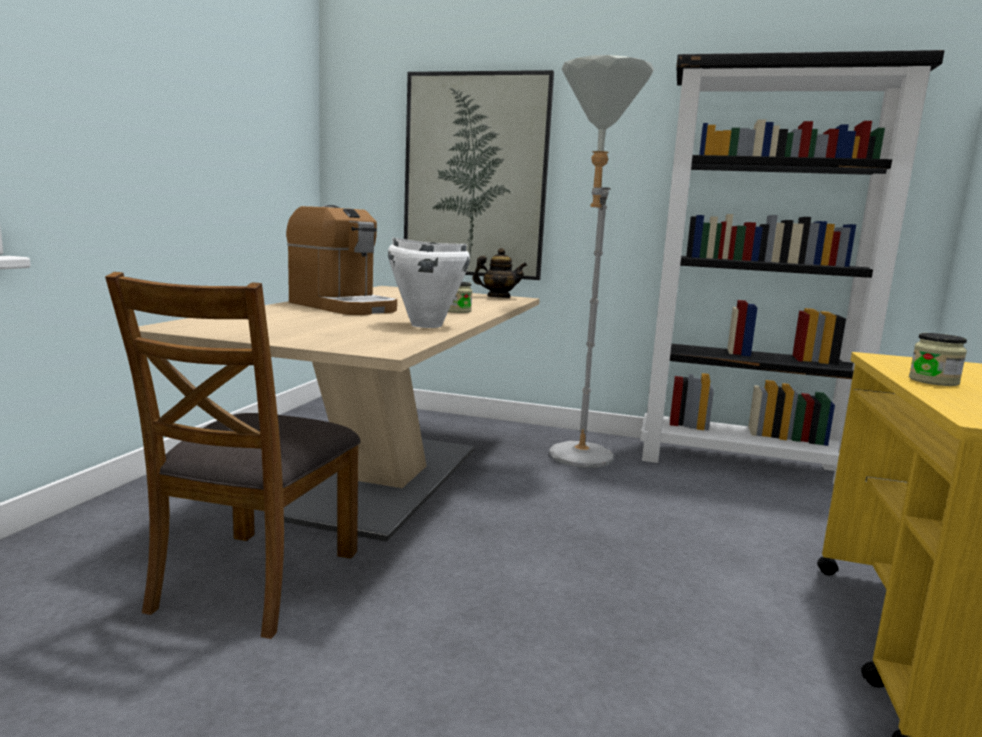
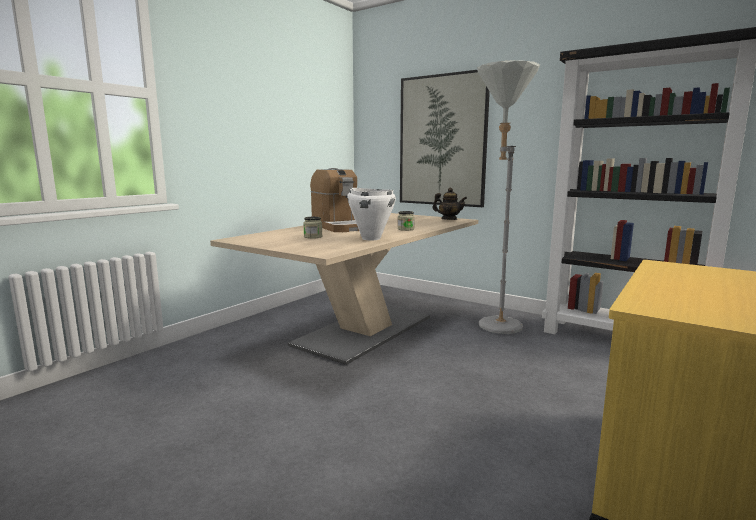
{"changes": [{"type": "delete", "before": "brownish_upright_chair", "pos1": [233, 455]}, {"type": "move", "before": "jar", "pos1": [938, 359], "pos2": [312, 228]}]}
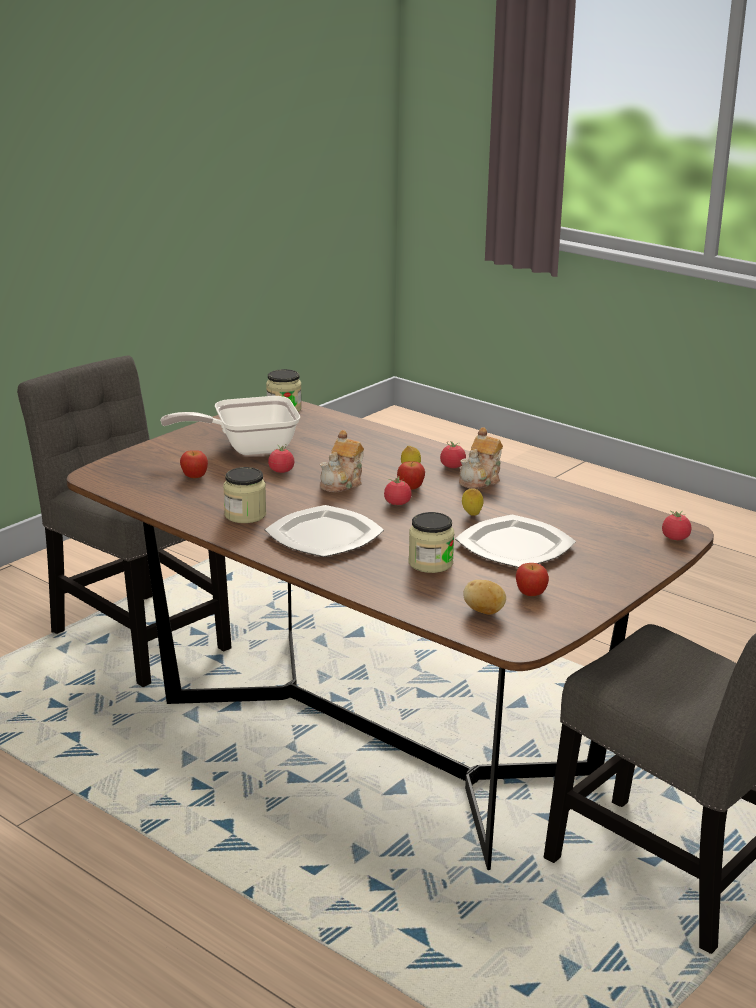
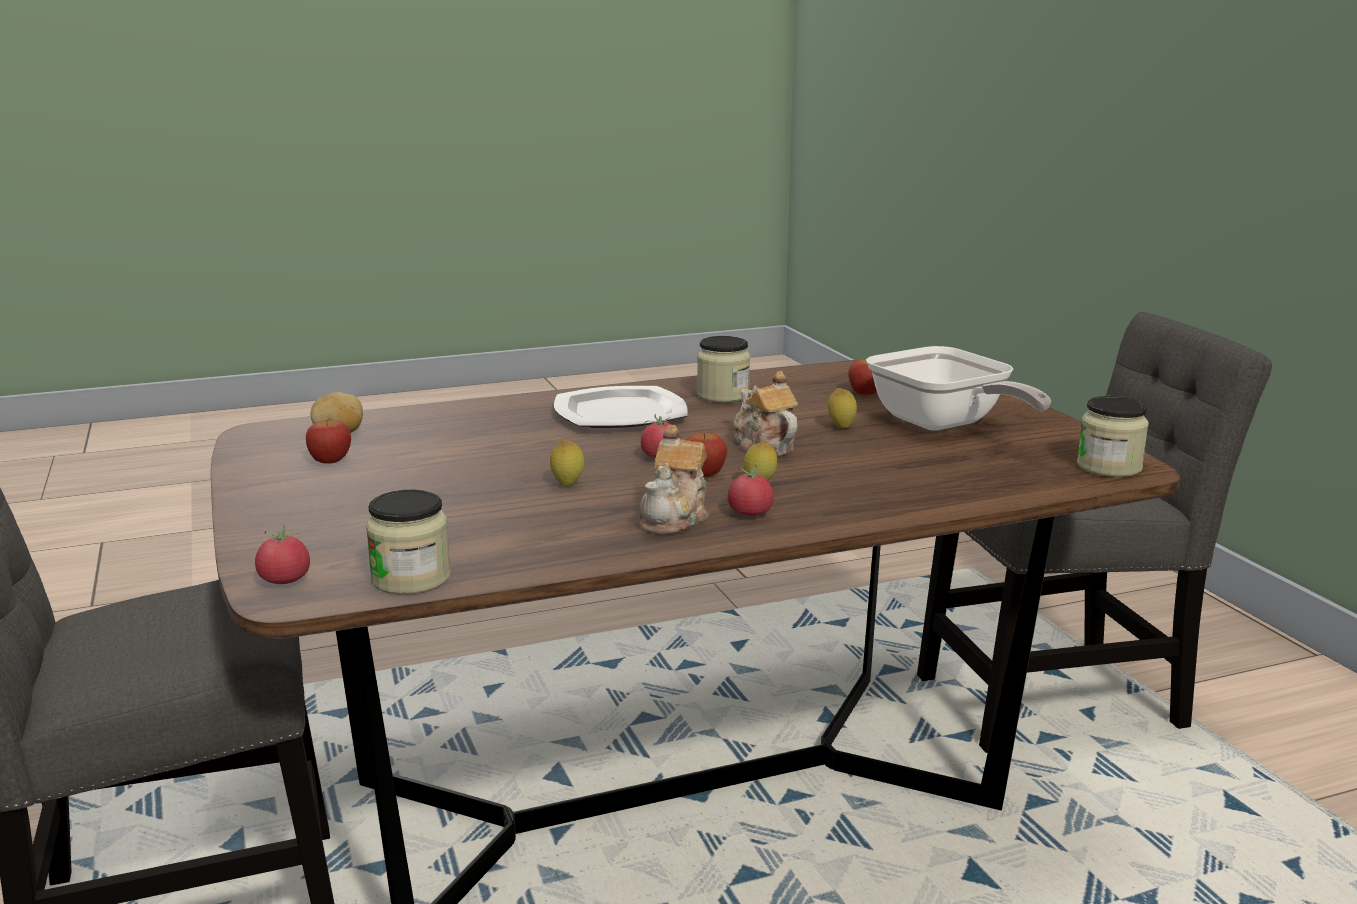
{"changes": [{"type": "delete", "before": "dinner_plate", "pos1": [515, 541]}, {"type": "move", "before": "jar", "pos1": [431, 542], "pos2": [408, 542]}, {"type": "replace", "before": "fresh_tomato", "after": "citrus_fruit", "pos1": [281, 459], "pos2": [842, 408]}, {"type": "rotate", "before": "pan", "pos1": [230, 425], "pos2": [958, 388], "turn": 135}, {"type": "rotate", "before": "teapot", "pos1": [481, 458], "pos2": [674, 480], "turn": -135}]}
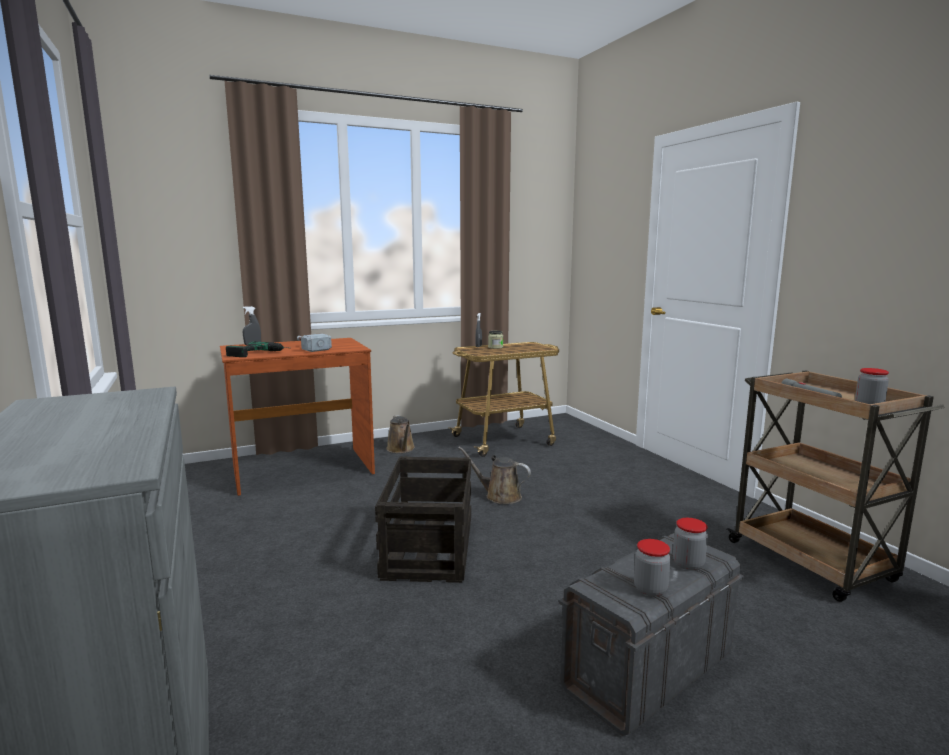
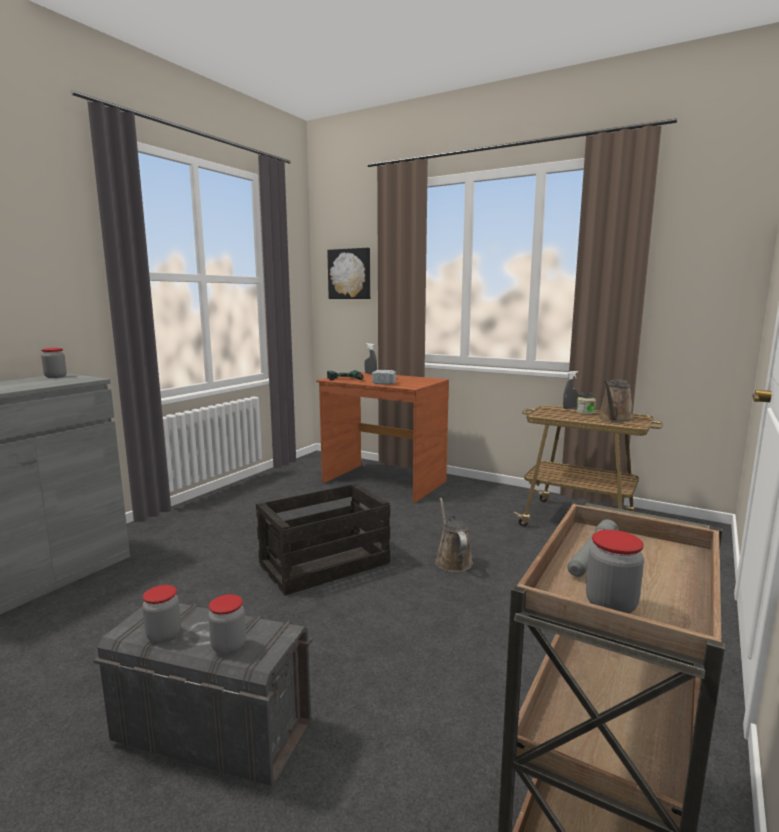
{"changes": [{"type": "insert", "after": "jar", "pos2": [54, 363]}, {"type": "insert", "after": "picture", "pos2": [348, 273]}, {"type": "move", "before": "brownish_sprinkling_can", "pos1": [400, 434], "pos2": [616, 401]}]}
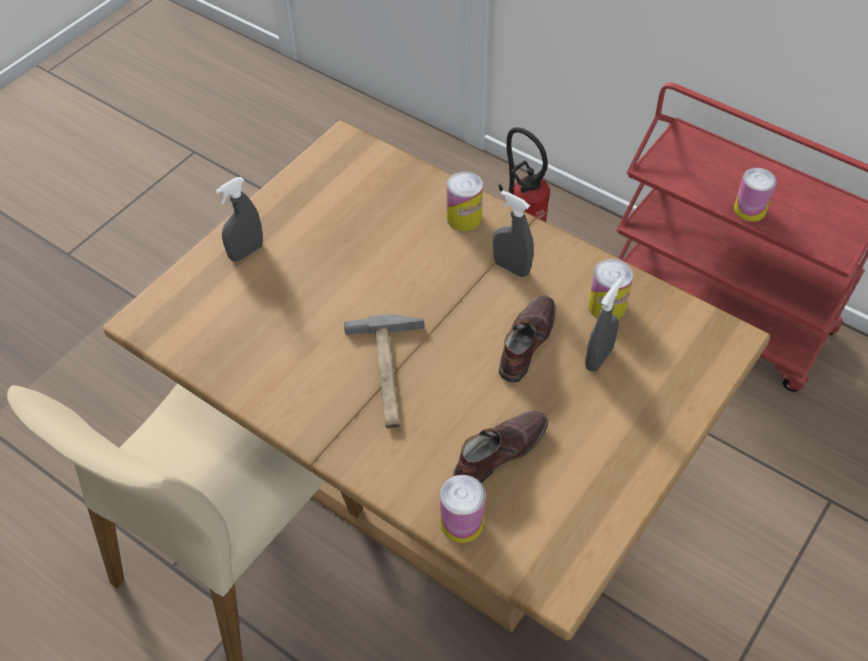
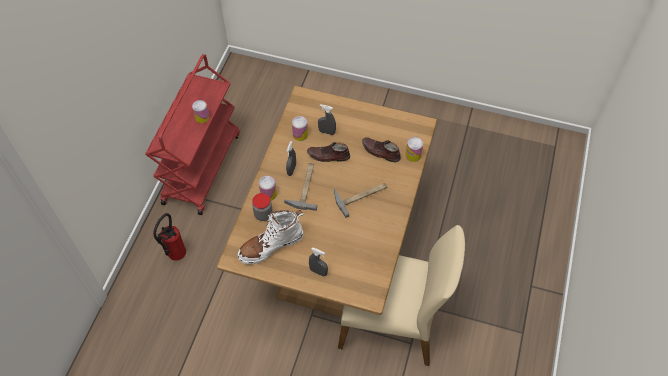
{"changes": [{"type": "insert", "after": "whitish_tall_boot", "pos2": [271, 237]}, {"type": "insert", "after": "jar", "pos2": [262, 207]}, {"type": "insert", "after": "hammer", "pos2": [300, 187]}]}
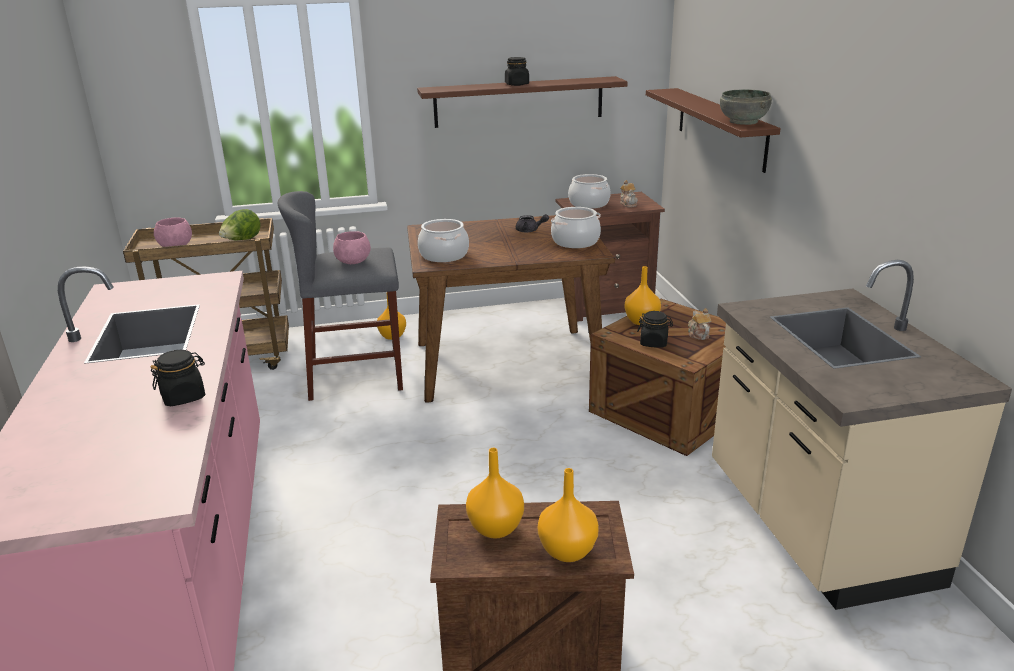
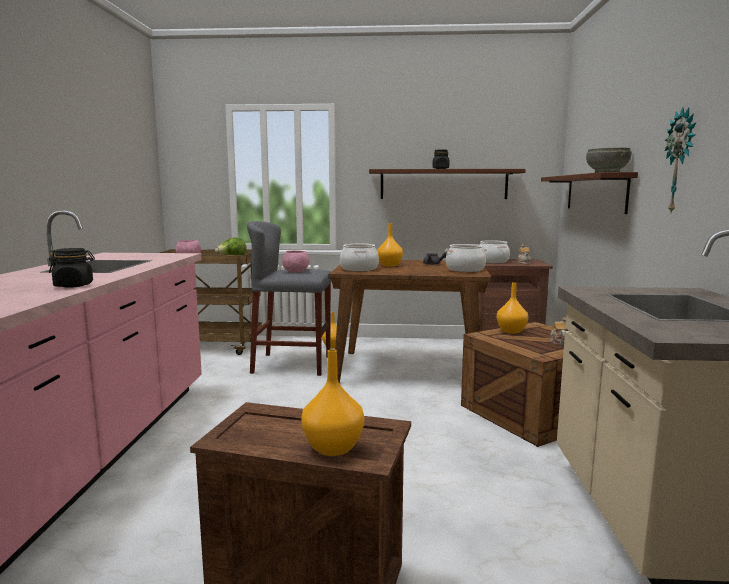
{"changes": [{"type": "delete", "before": "blackish_jar", "pos1": [655, 329]}, {"type": "insert", "after": "wall_clock", "pos2": [680, 159]}, {"type": "move", "before": "orange_flower_vase", "pos1": [495, 493], "pos2": [390, 245]}]}
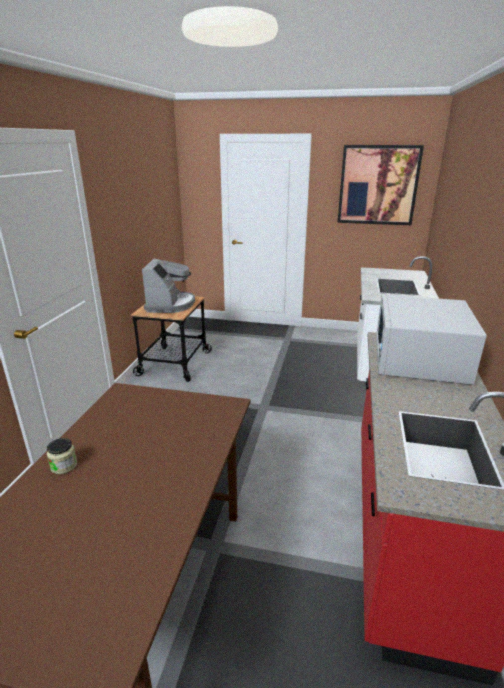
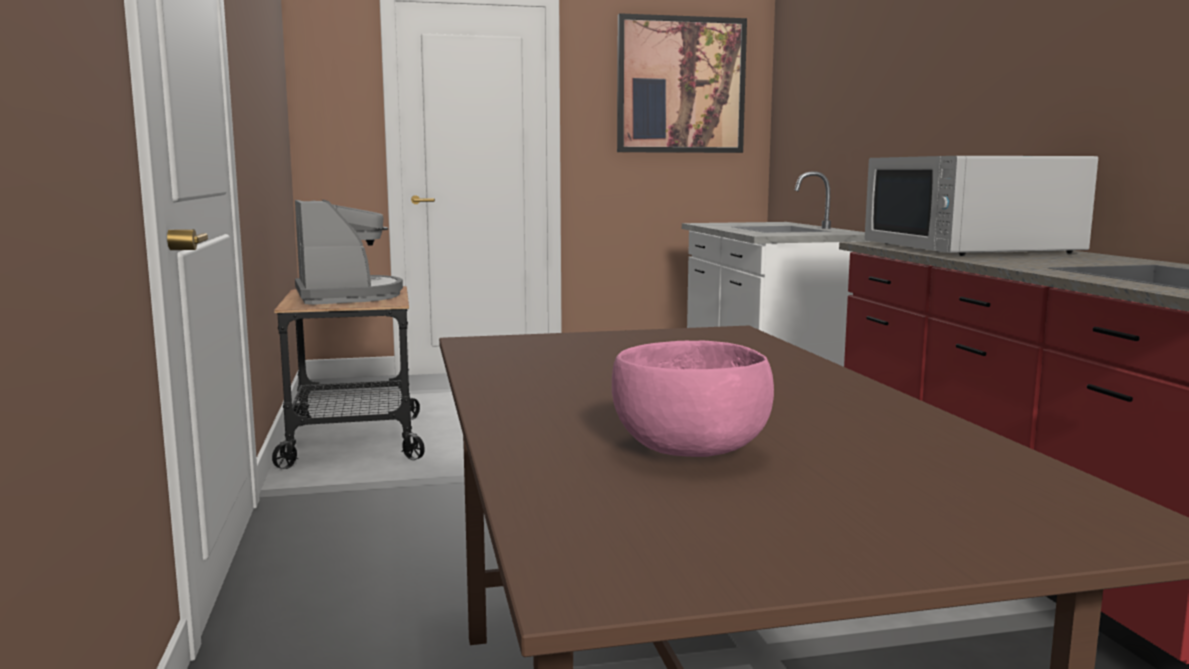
{"changes": [{"type": "delete", "before": "jar", "pos1": [62, 456]}, {"type": "insert", "after": "pink_bowl", "pos2": [693, 398]}]}
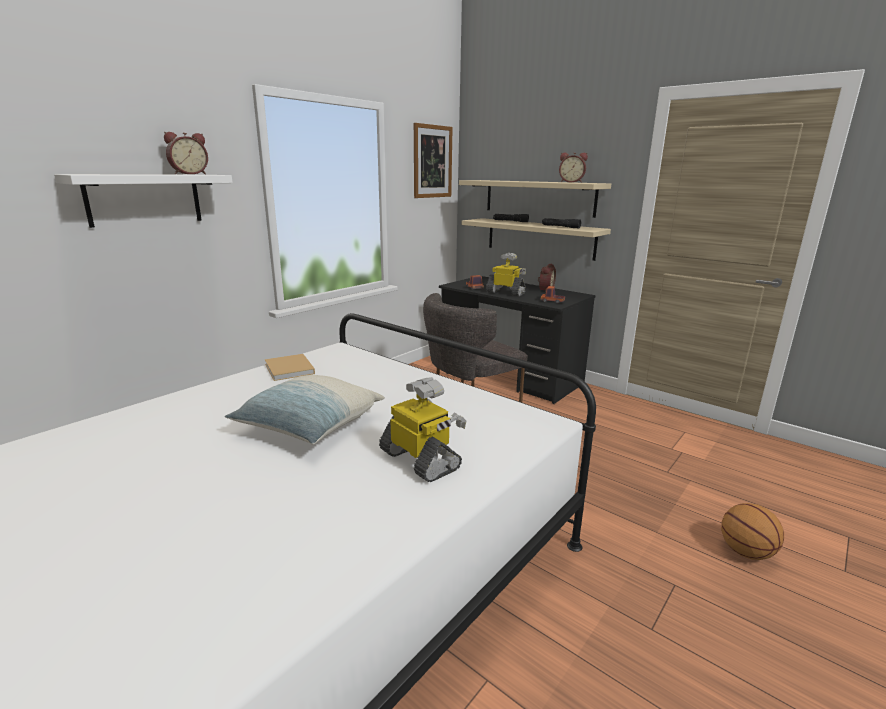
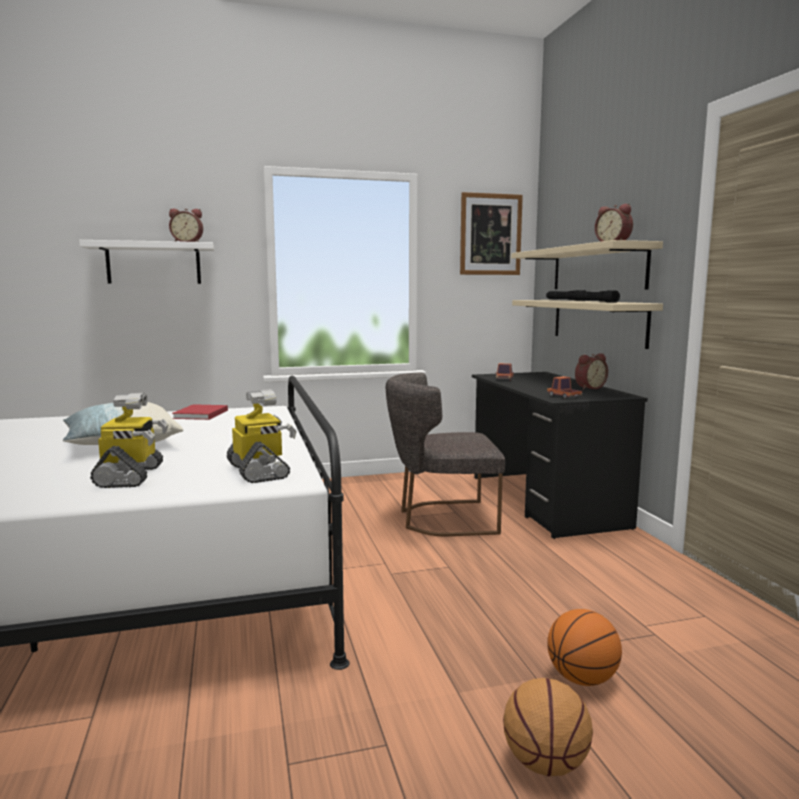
{"changes": [{"type": "insert", "after": "basketball_ball", "pos2": [584, 647]}, {"type": "move", "before": "model_robot", "pos1": [506, 274], "pos2": [261, 436]}, {"type": "recolor", "before": "beige-coloured_bound_book", "after": "red_bound_book", "pos1": [290, 367], "pos2": [200, 412]}]}
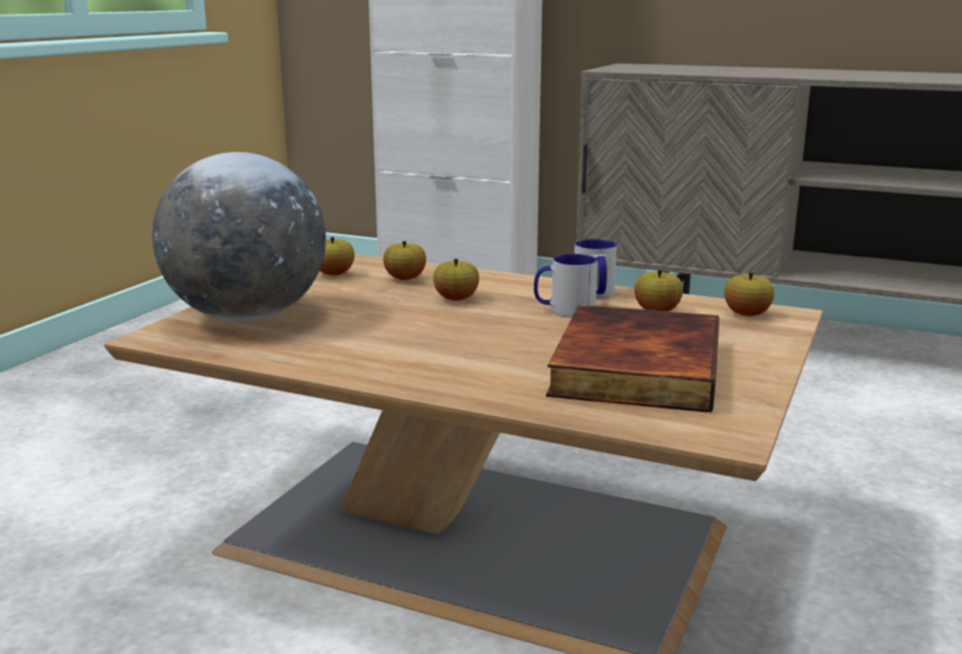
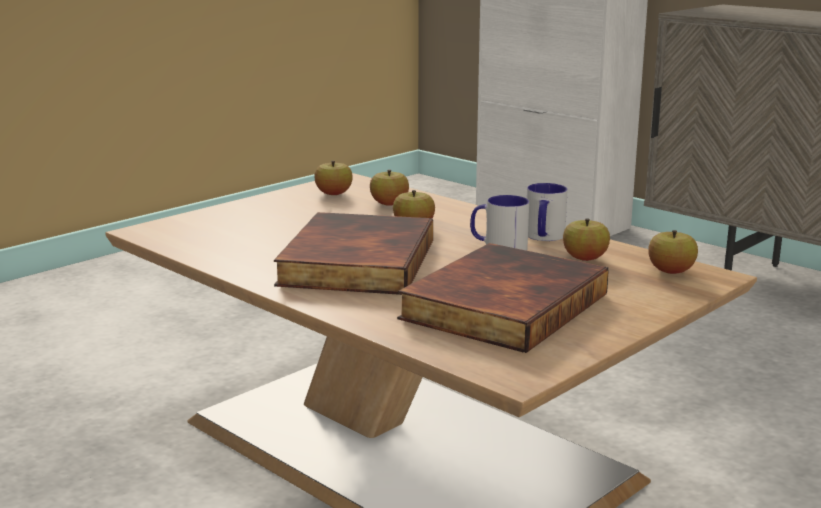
{"changes": [{"type": "delete", "before": "globe", "pos1": [239, 237]}, {"type": "insert", "after": "bound_book", "pos2": [353, 253]}]}
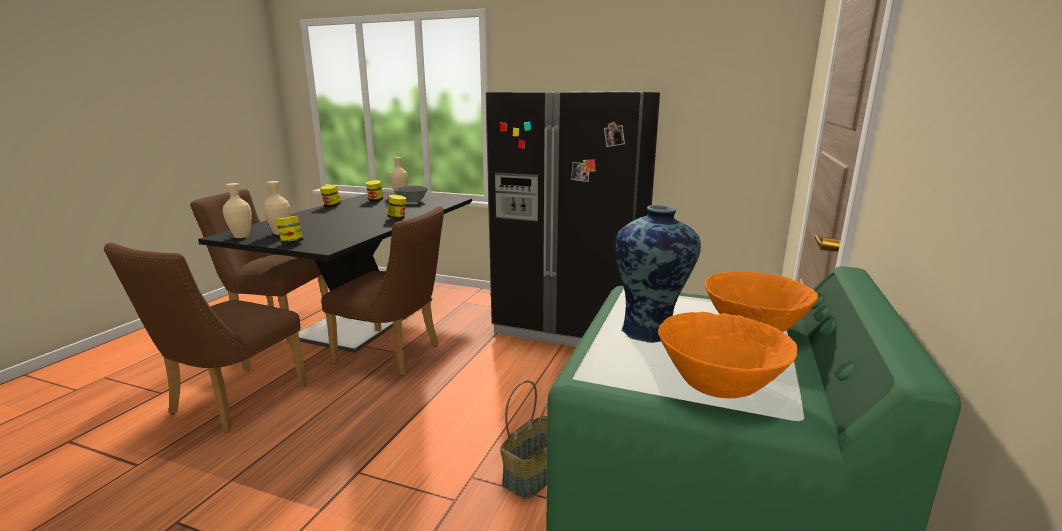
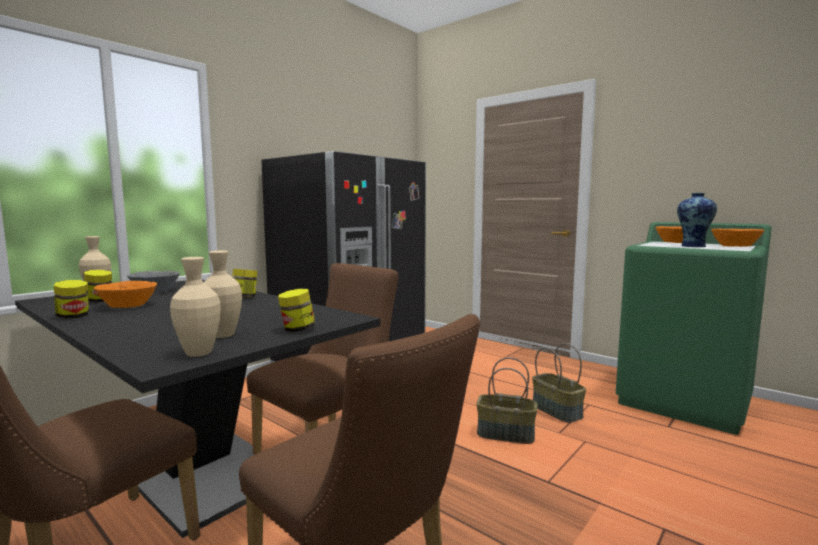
{"changes": [{"type": "insert", "after": "orange_bowl", "pos2": [125, 294]}, {"type": "insert", "after": "household_basket", "pos2": [506, 400]}]}
